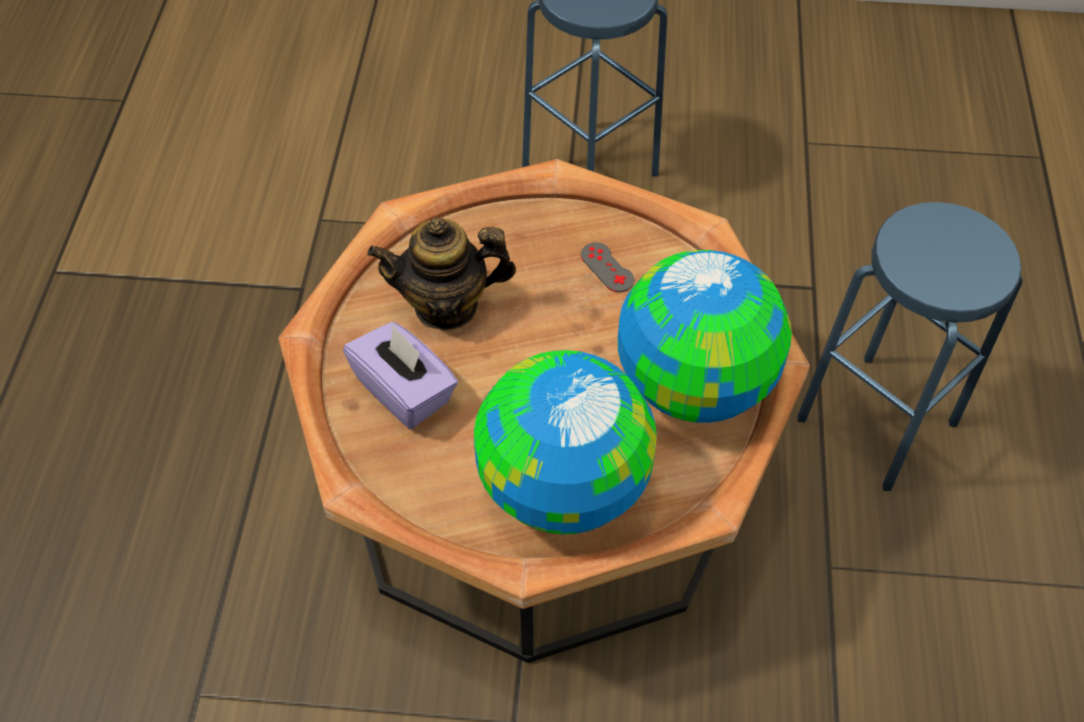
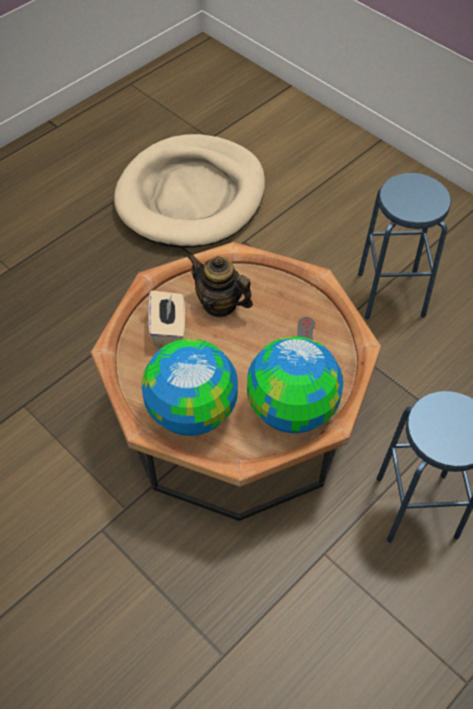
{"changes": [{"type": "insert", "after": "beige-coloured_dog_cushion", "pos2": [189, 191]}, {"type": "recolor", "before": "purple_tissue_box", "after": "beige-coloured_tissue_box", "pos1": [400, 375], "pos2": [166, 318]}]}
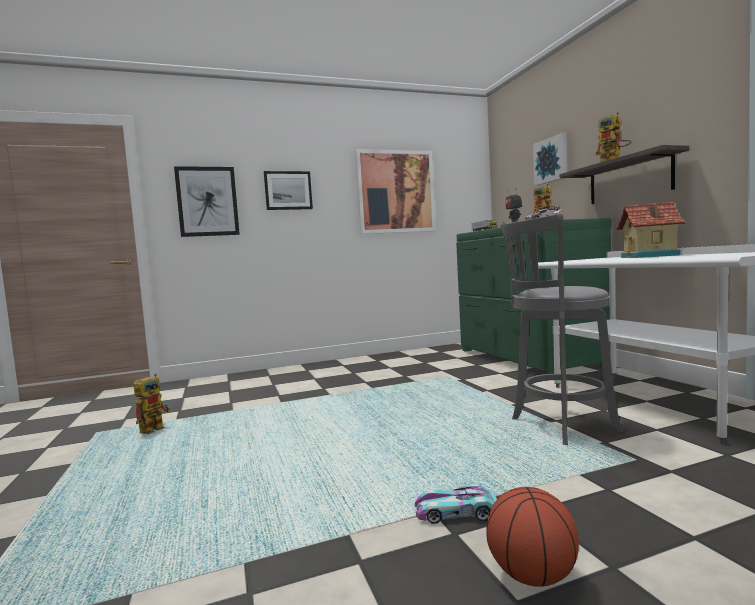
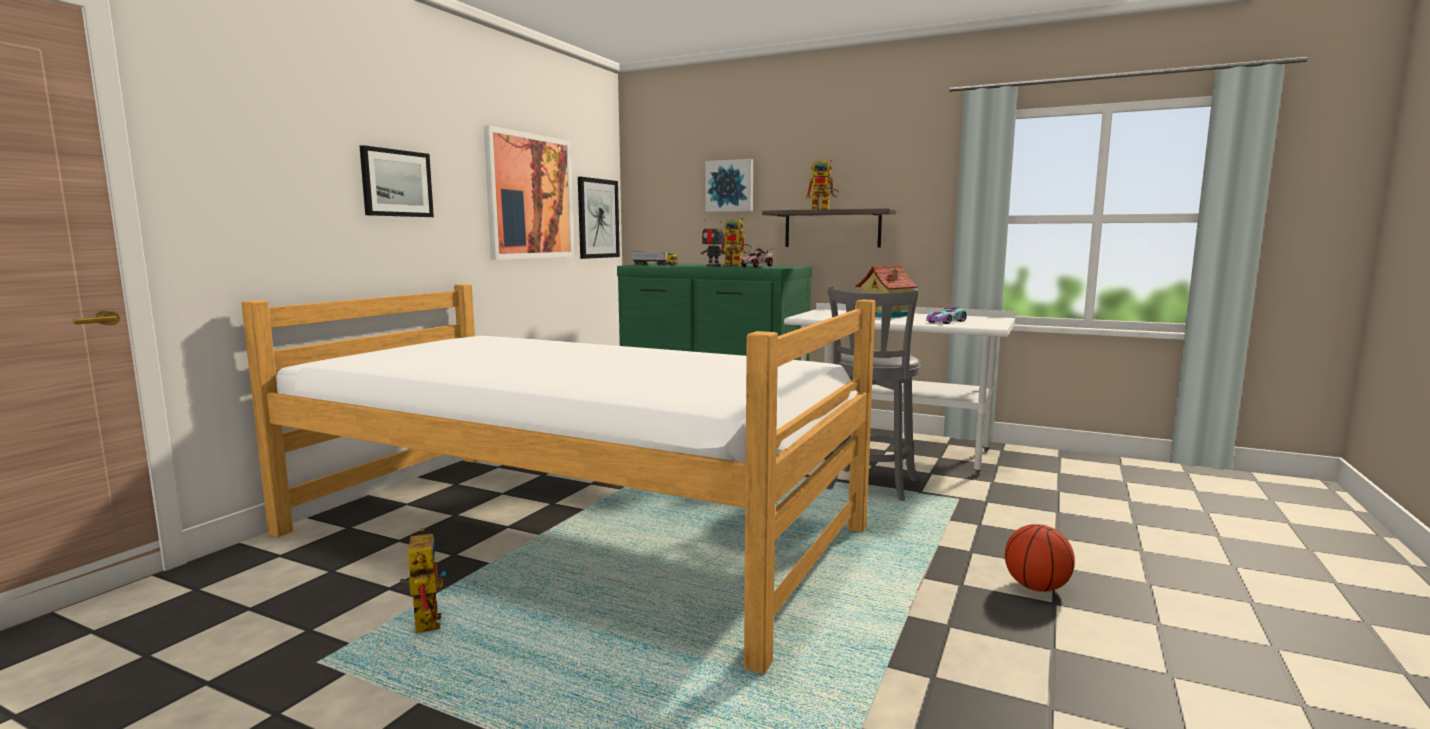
{"changes": [{"type": "insert", "after": "sleeping_bed", "pos2": [558, 479]}, {"type": "move", "before": "picture", "pos1": [207, 201], "pos2": [599, 218]}, {"type": "move", "before": "model_car", "pos1": [456, 504], "pos2": [946, 315]}]}
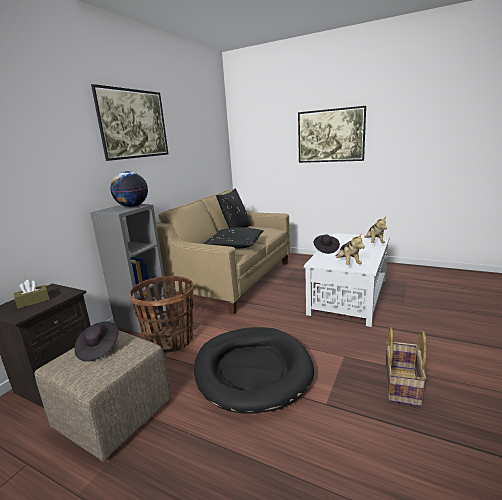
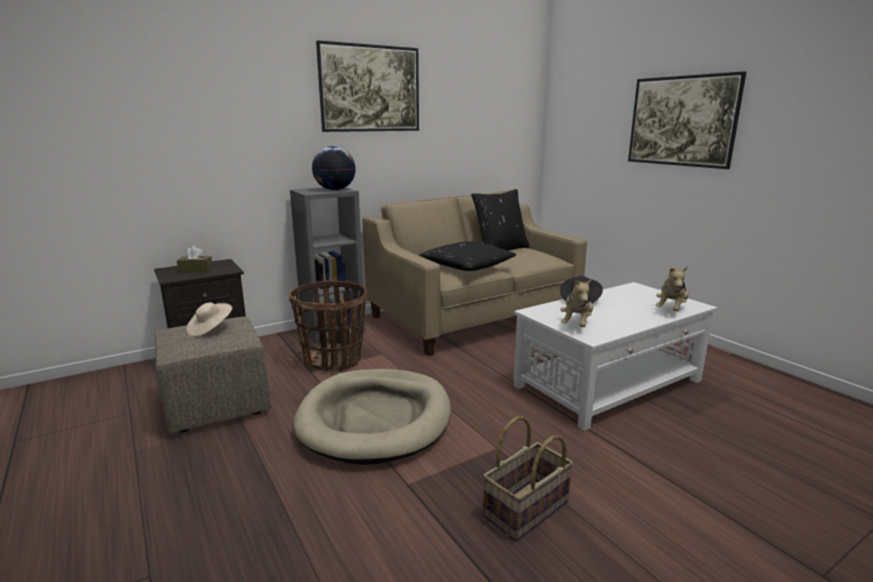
{"changes": [{"type": "recolor", "before": "blackish_wearable_hat", "after": "beige-coloured_wearable_hat", "pos1": [97, 341], "pos2": [209, 319]}, {"type": "recolor", "before": "blackish_dog_cushion", "after": "beige-coloured_dog_cushion", "pos1": [254, 370], "pos2": [372, 417]}]}
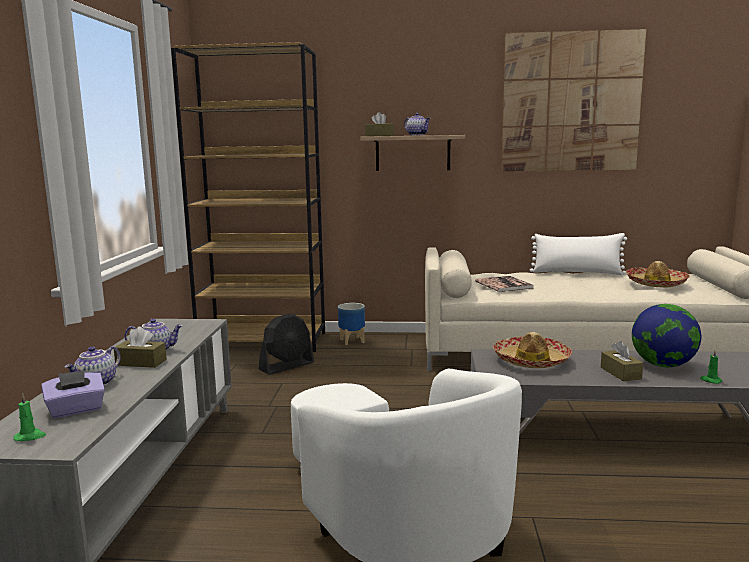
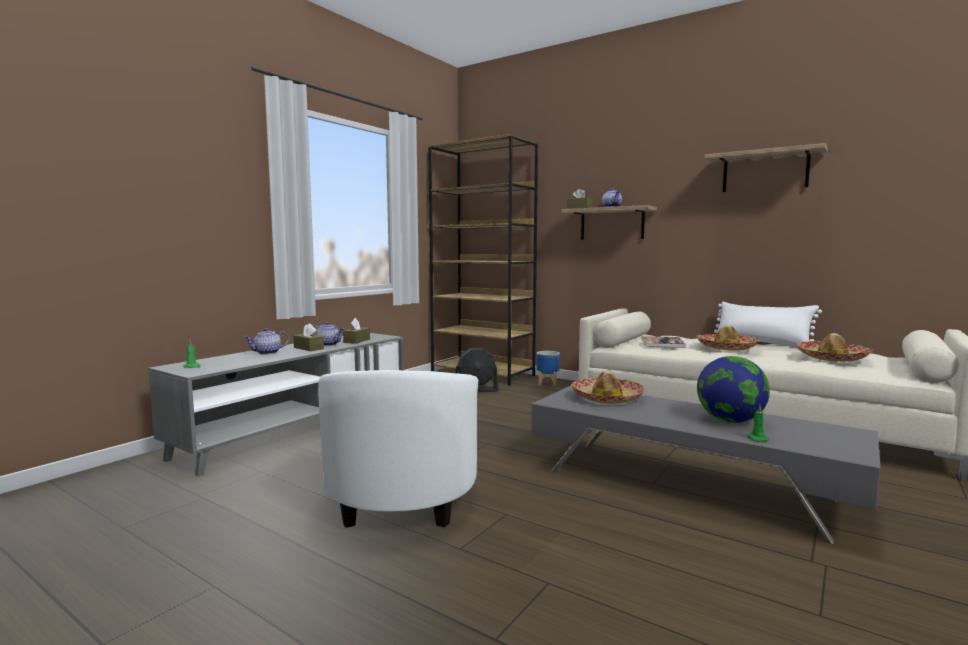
{"changes": [{"type": "delete", "before": "purple_tissue_box", "pos1": [73, 394]}, {"type": "insert", "after": "wearable_hat", "pos2": [728, 338]}, {"type": "move", "before": "brownish_tissue_box", "pos1": [622, 361], "pos2": [356, 331]}, {"type": "replace", "before": "picture", "after": "bracket_shelf", "pos1": [574, 100], "pos2": [765, 167]}]}
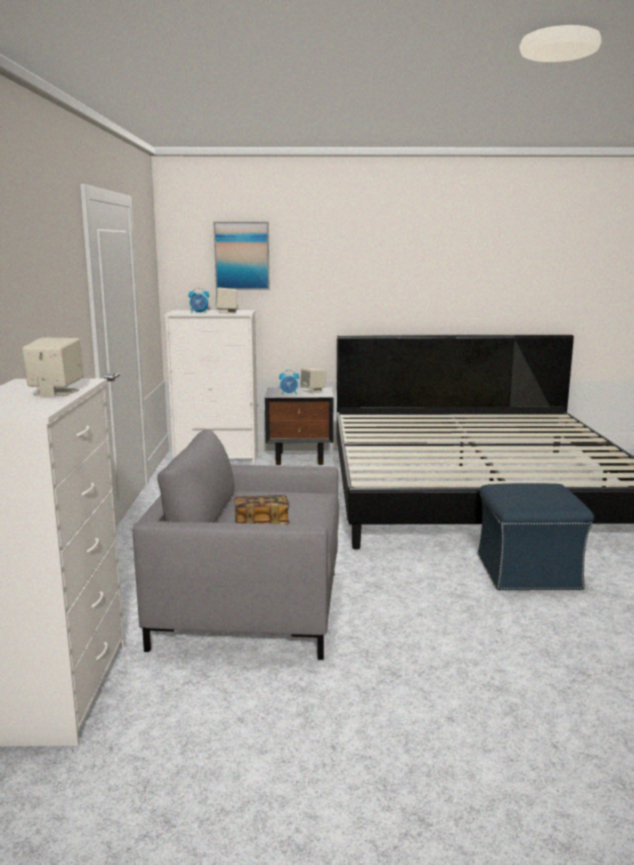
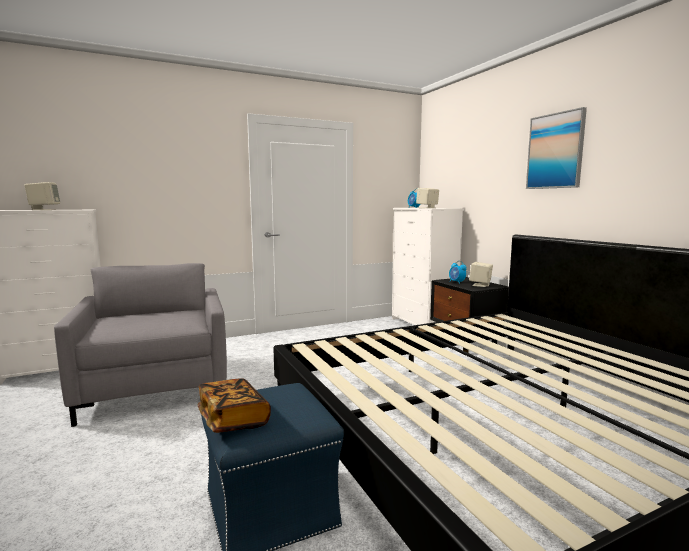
{"changes": [{"type": "move", "before": "picture", "pos1": [242, 256], "pos2": [556, 148]}, {"type": "move", "before": "bound_book", "pos1": [262, 510], "pos2": [234, 405]}]}
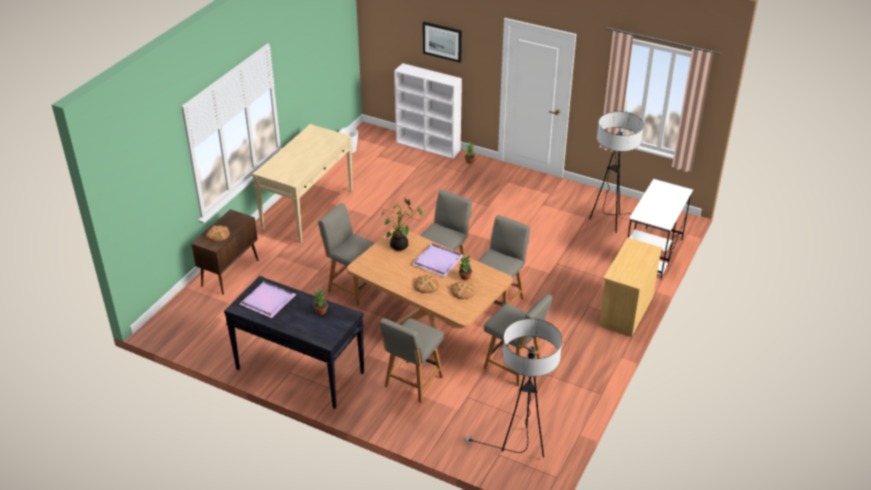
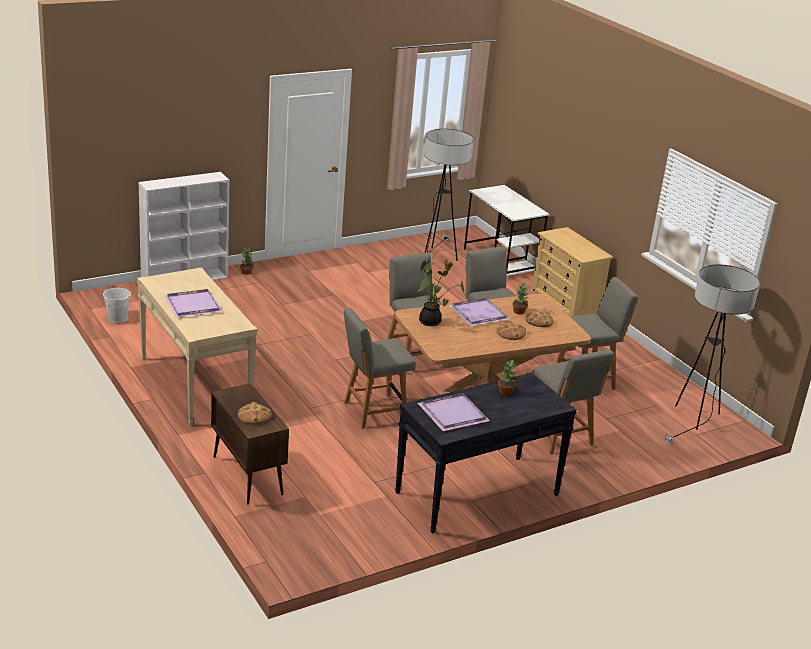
{"changes": [{"type": "delete", "before": "picture", "pos1": [442, 42]}, {"type": "insert", "after": "purple_tray", "pos2": [193, 303]}]}
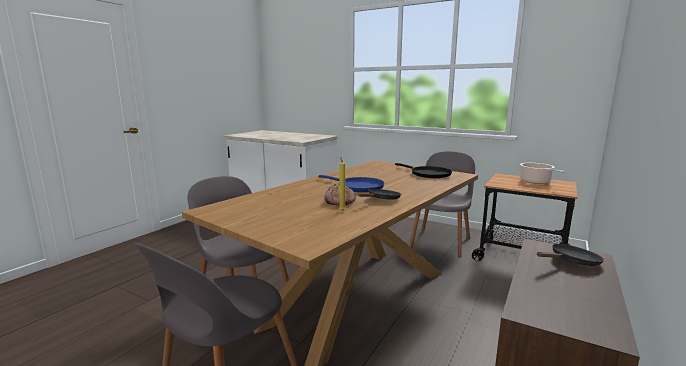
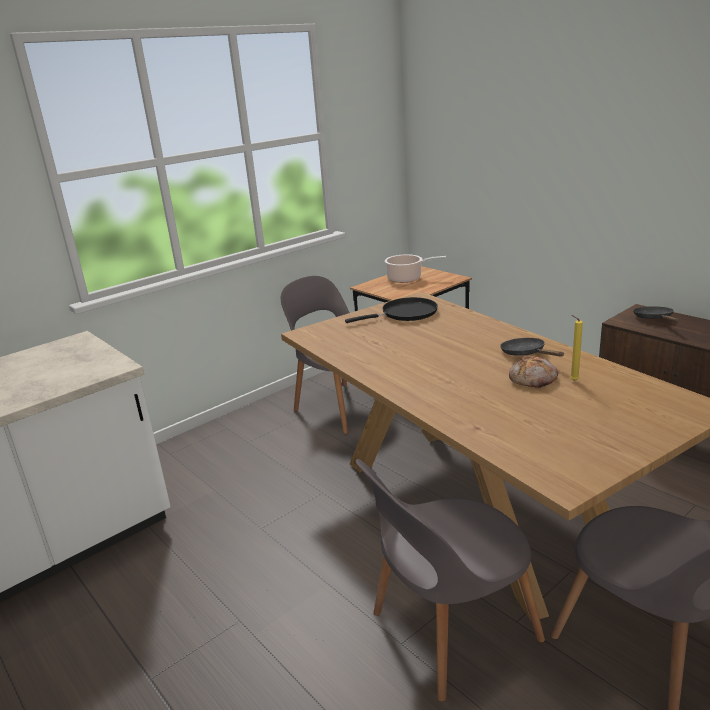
{"changes": [{"type": "delete", "before": "bluish_pan", "pos1": [351, 183]}]}
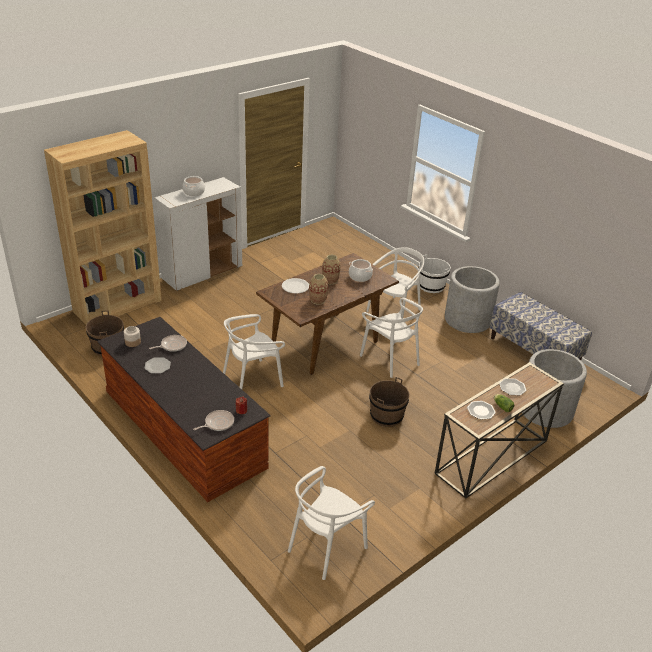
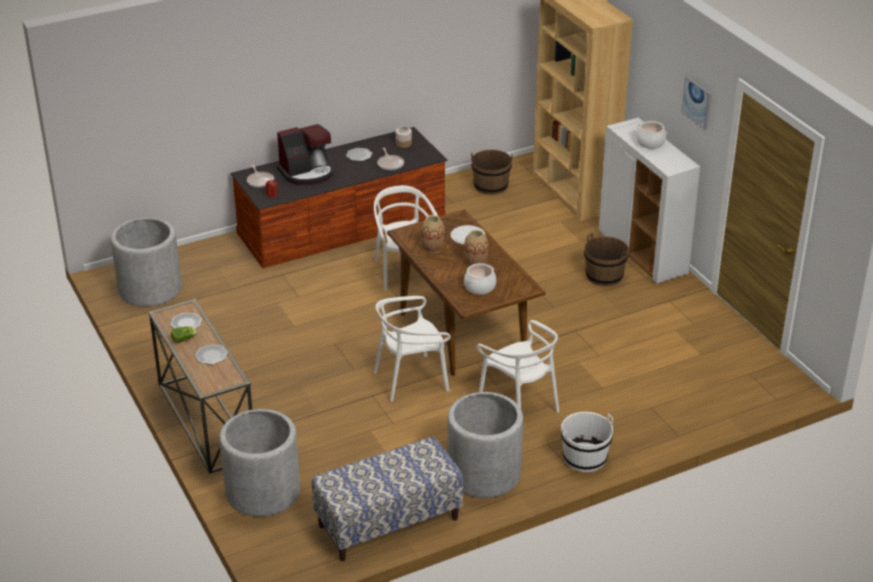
{"changes": [{"type": "insert", "after": "coffee_maker", "pos2": [305, 154]}, {"type": "insert", "after": "picture", "pos2": [696, 103]}, {"type": "move", "before": "brownish_bucket", "pos1": [389, 402], "pos2": [606, 259]}, {"type": "replace", "before": "whitish_upright_chair", "after": "gray_plant_pot", "pos1": [331, 523], "pos2": [146, 262]}]}
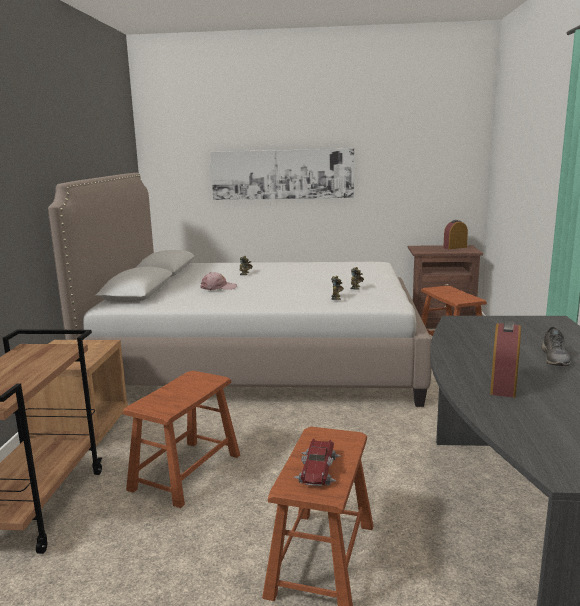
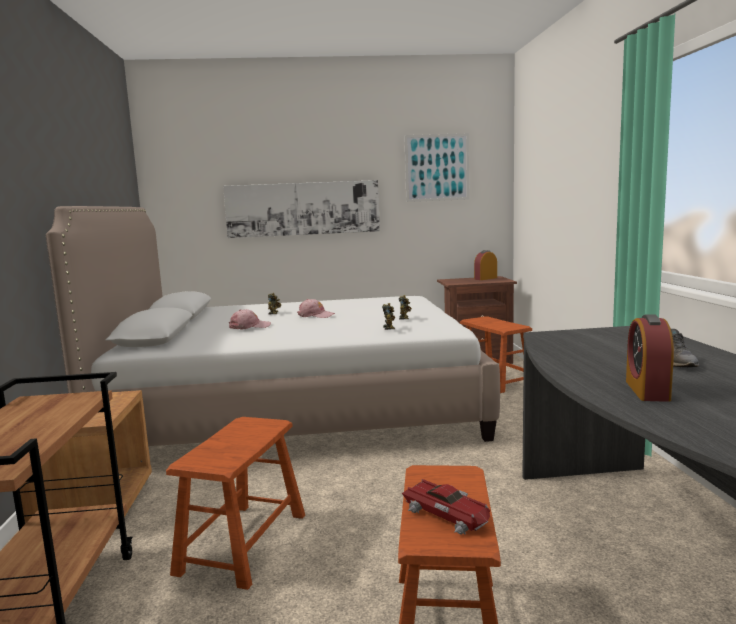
{"changes": [{"type": "insert", "after": "pink_baseball_cap", "pos2": [316, 308]}, {"type": "insert", "after": "picture", "pos2": [436, 167]}, {"type": "rotate", "before": "model_car", "pos1": [317, 462], "pos2": [446, 507], "turn": -45}]}
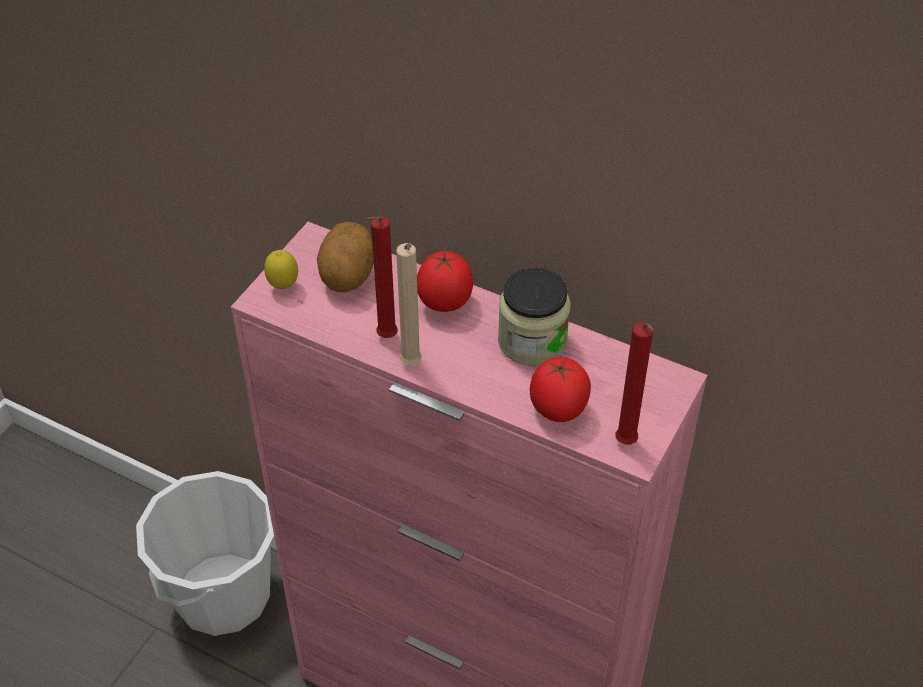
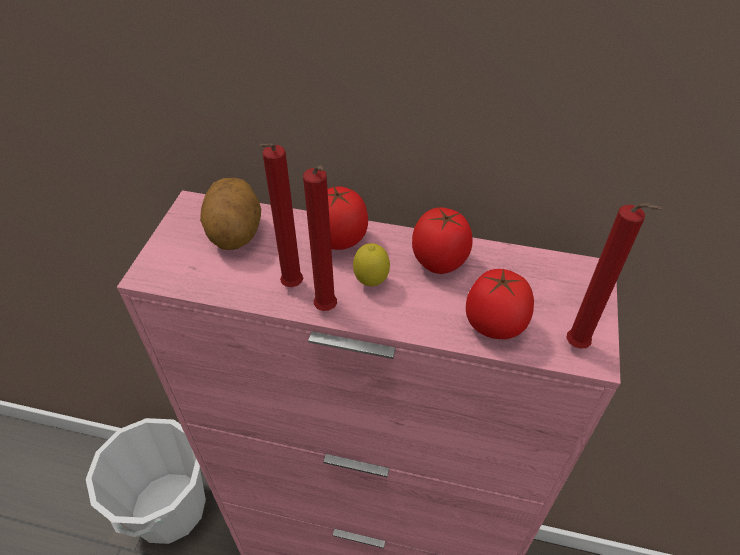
{"changes": [{"type": "move", "before": "citrus_fruit", "pos1": [281, 269], "pos2": [371, 264]}, {"type": "replace", "before": "jar", "after": "fresh_tomato", "pos1": [534, 317], "pos2": [442, 241]}, {"type": "recolor", "before": "beige-coloured_wax_light", "after": "red_wax_light", "pos1": [409, 304], "pos2": [320, 238]}]}
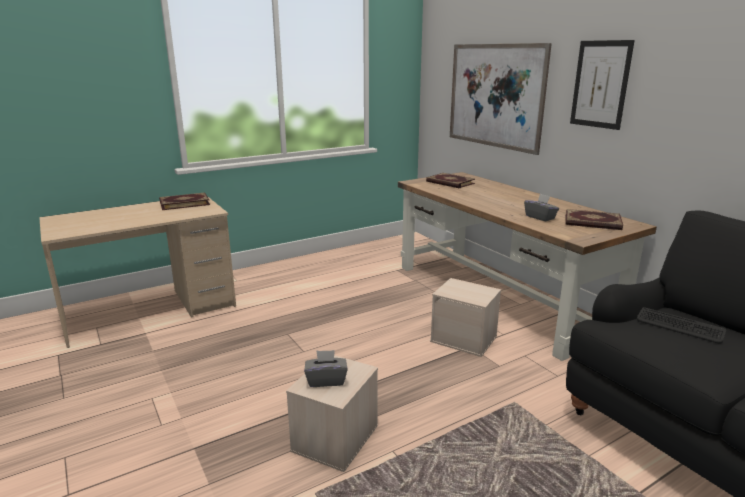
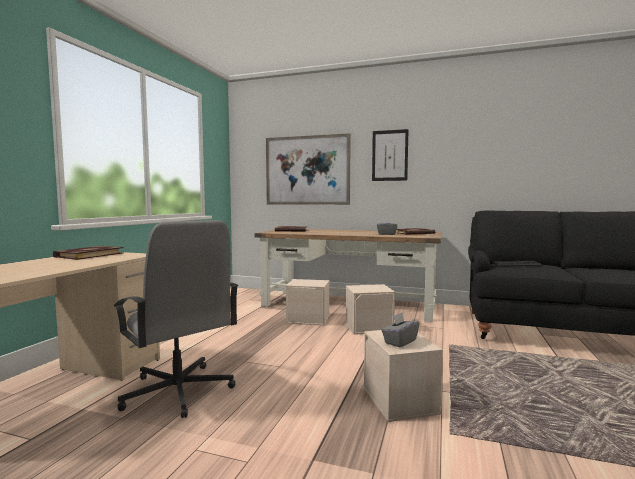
{"changes": [{"type": "insert", "after": "gray_computer_chair", "pos2": [176, 319]}, {"type": "insert", "after": "beige-coloured_storage_box", "pos2": [307, 302]}]}
